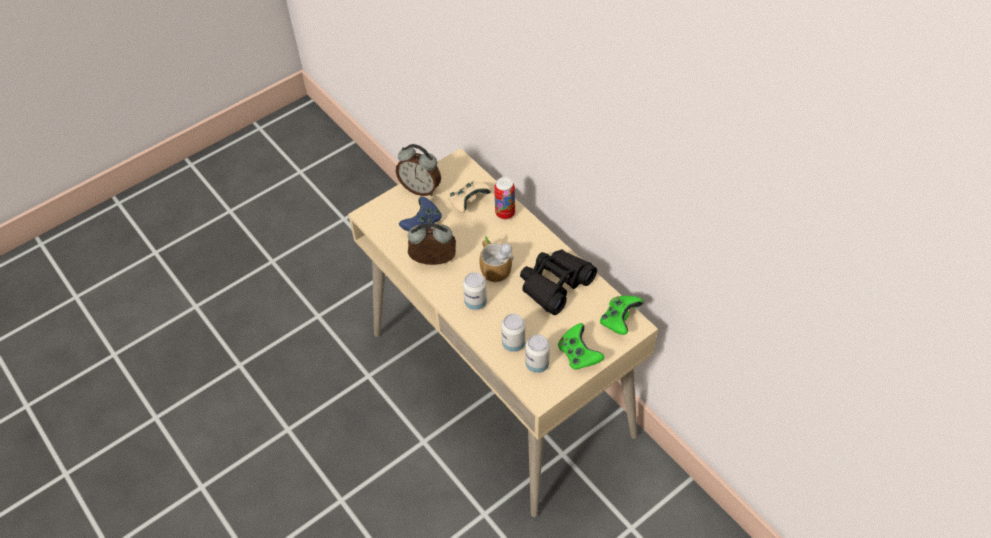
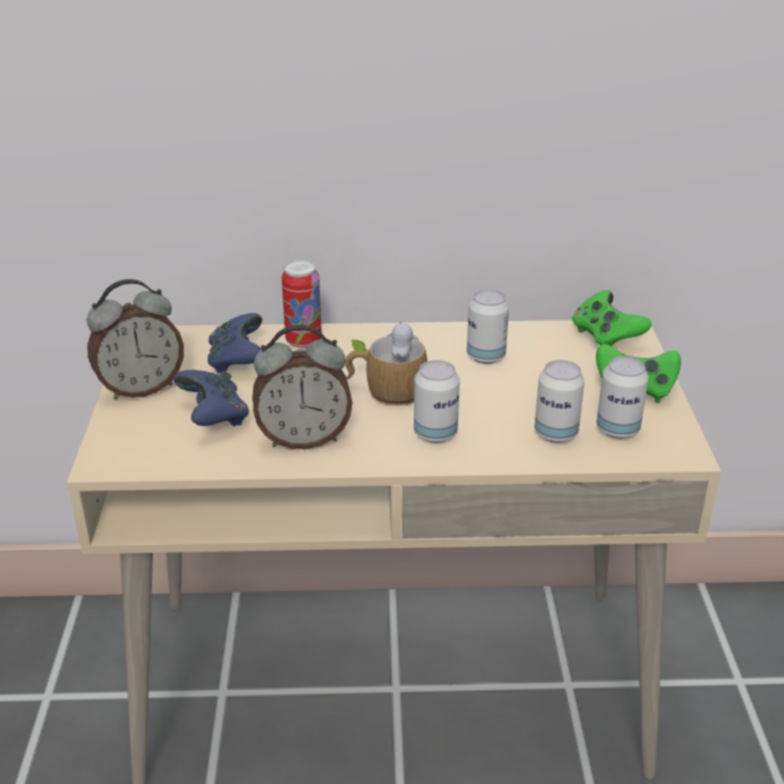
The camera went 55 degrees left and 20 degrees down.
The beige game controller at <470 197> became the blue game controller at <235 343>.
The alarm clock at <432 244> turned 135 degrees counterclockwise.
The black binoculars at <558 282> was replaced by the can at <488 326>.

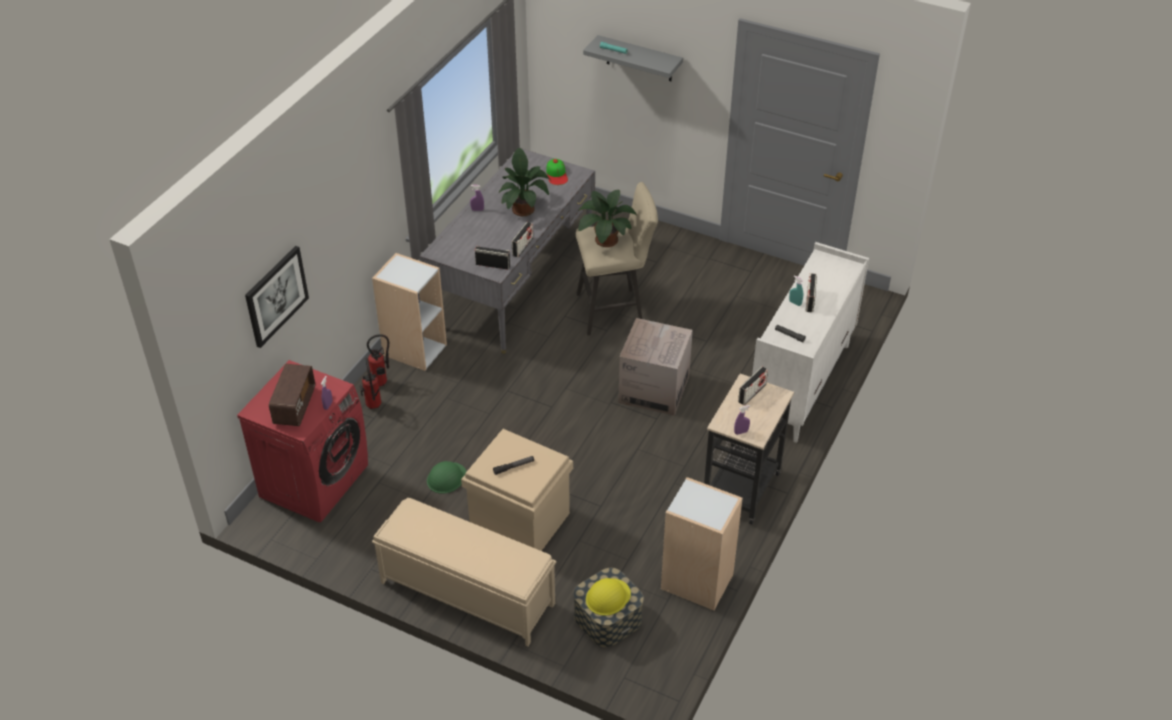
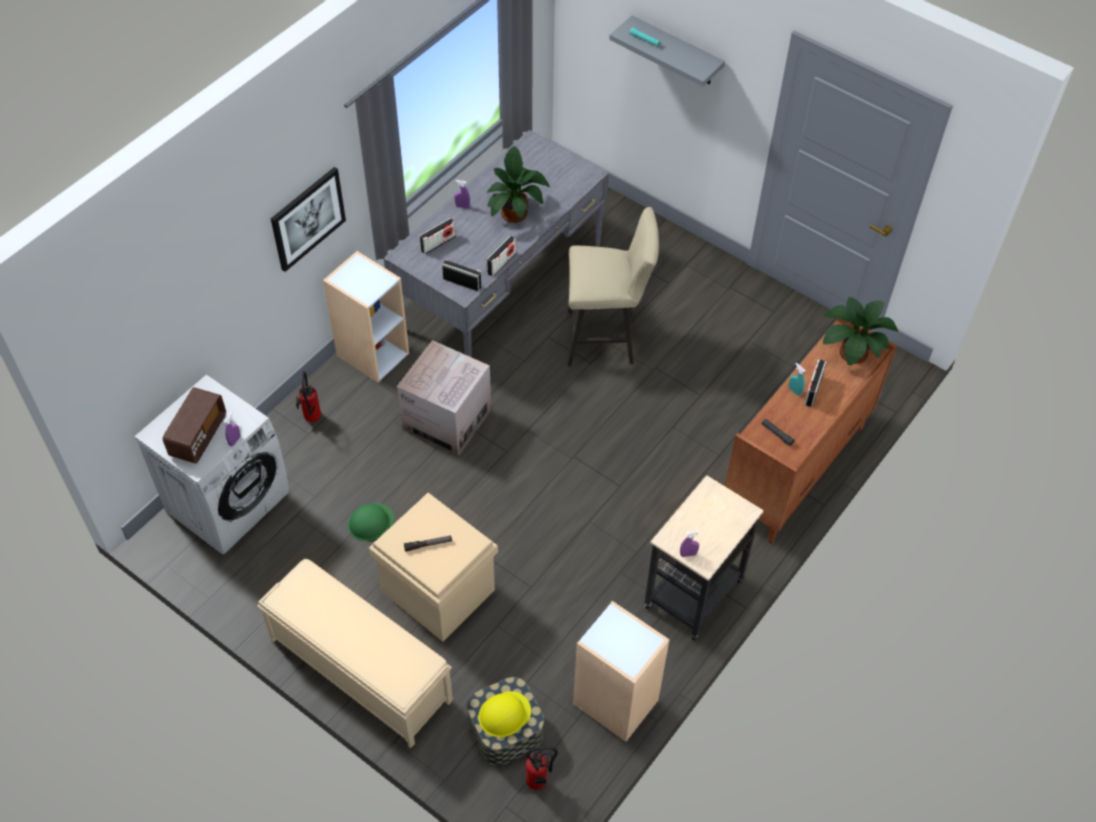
The camera went 10 degrees right and 10 degrees up.
The cap at <557 172> disappeared.
The potted plant moved from <607 218> to <860 331>.
The white cabinet at <810 342> became the brown cabinet at <811 431>.
The picture moved from <277 297> to <308 219>.
The cardboard box moved from <655 367> to <444 398>.
The fire extinguisher moved from <378 360> to <542 768>.
The red washing machine at <302 441> became the white washing machine at <212 465>.
The radio moved from <753 386> to <437 236>.

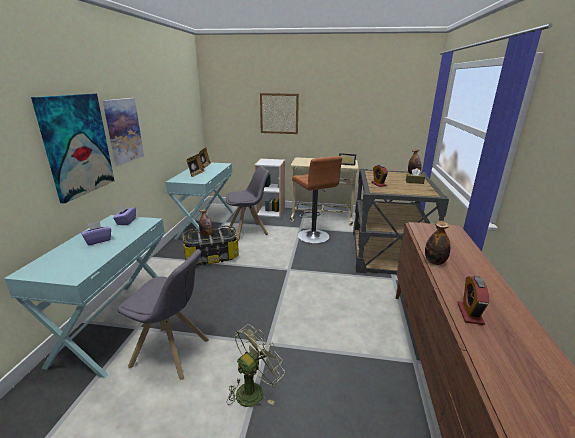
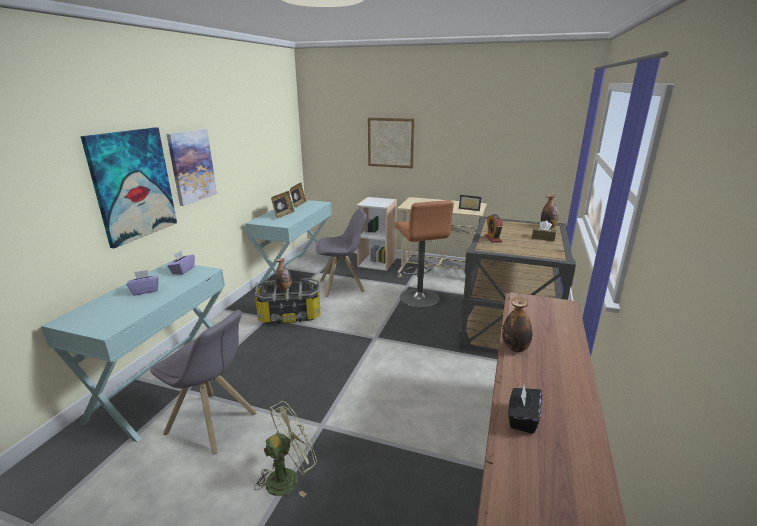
The camera went 10 degrees right and 0 degrees up.
The alarm clock at <473 300> was replaced by the black tissue box at <525 409>.

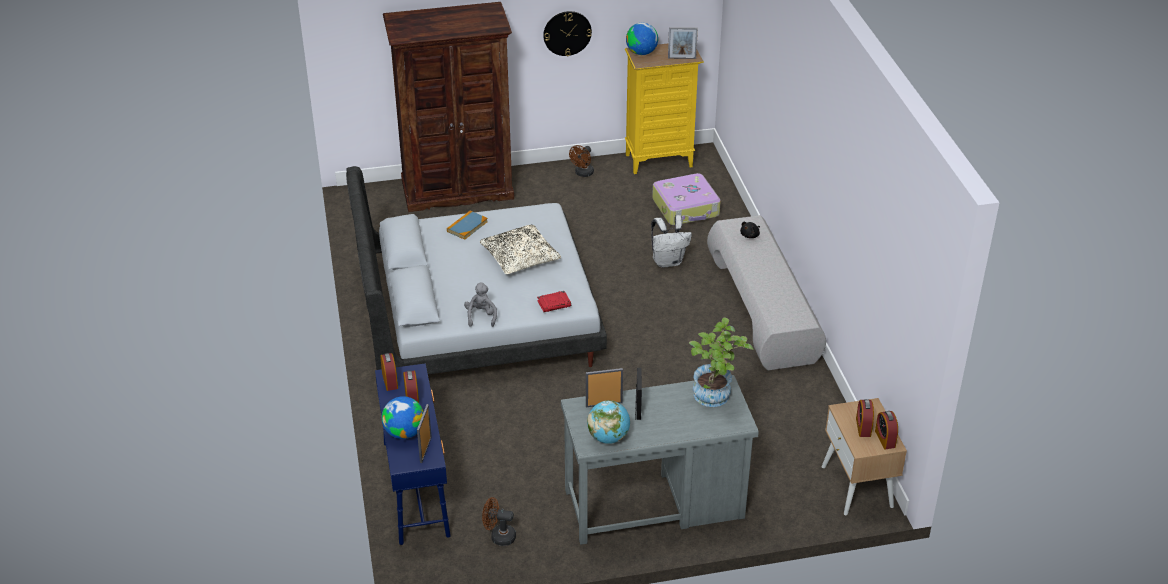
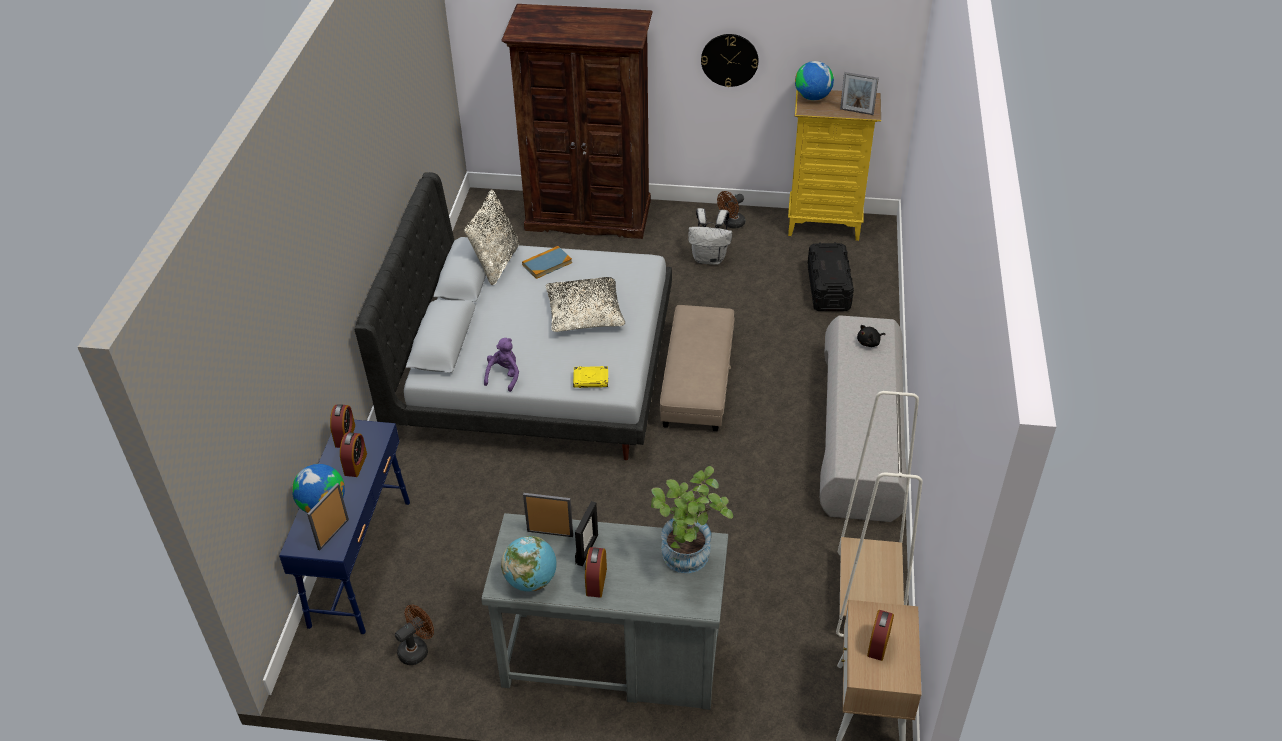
The camera went 20 degrees right and 5 degrees up.
The suitcase at <686 199> was replaced by the black storage box at <831 276>.
The white backpack moved from <671 241> to <710 236>.
The grey plush toy at <480 305> became the purple plush toy at <501 365>.
The red book at <554 301> became the yellow book at <590 377>.
The alarm clock moved from <886 430> to <596 572>.
The brown fan at <499 521> turned 105 degrees clockwise.
The beige pillow at <491 237> appeared.
The beige ottoman at <697 368> appeared.
The clothes rack at <879 514> appeared.

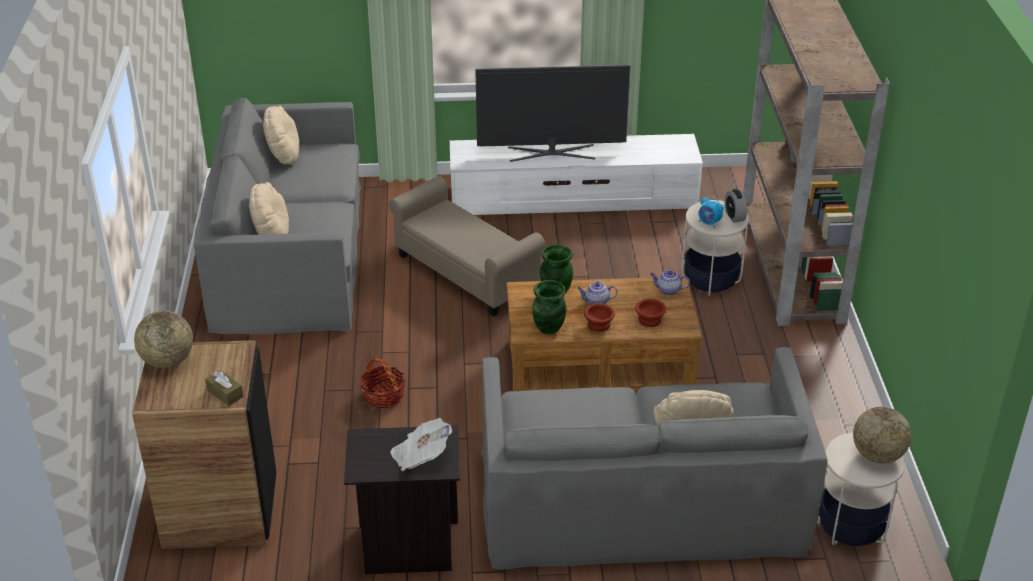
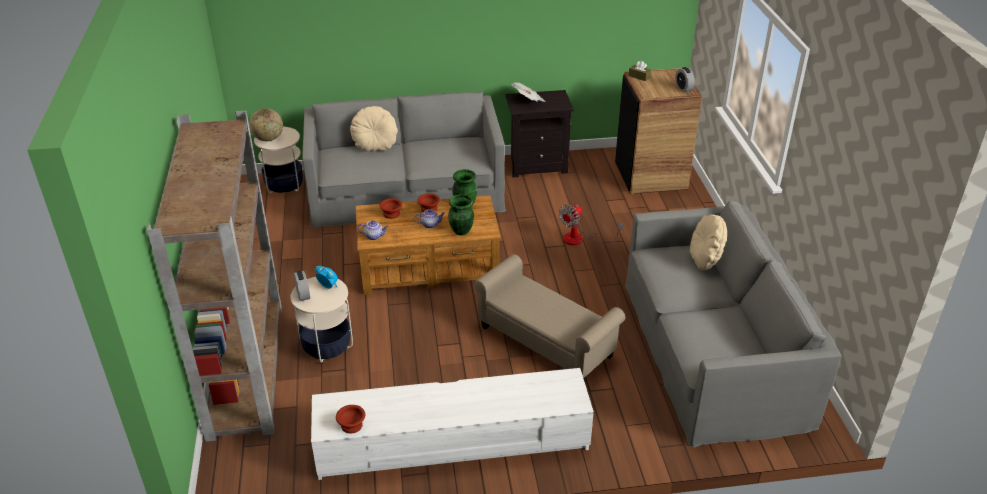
The camera went 175 degrees right and 0 degrees up.
The television at <553 113> disappeared.
The beige pillow at <281 134> disappeared.
The globe at <163 339> was replaced by the alarm clock at <685 79>.
The basket at <382 382> was replaced by the fan at <591 225>.
The brown bowl at <350 419> appeared.

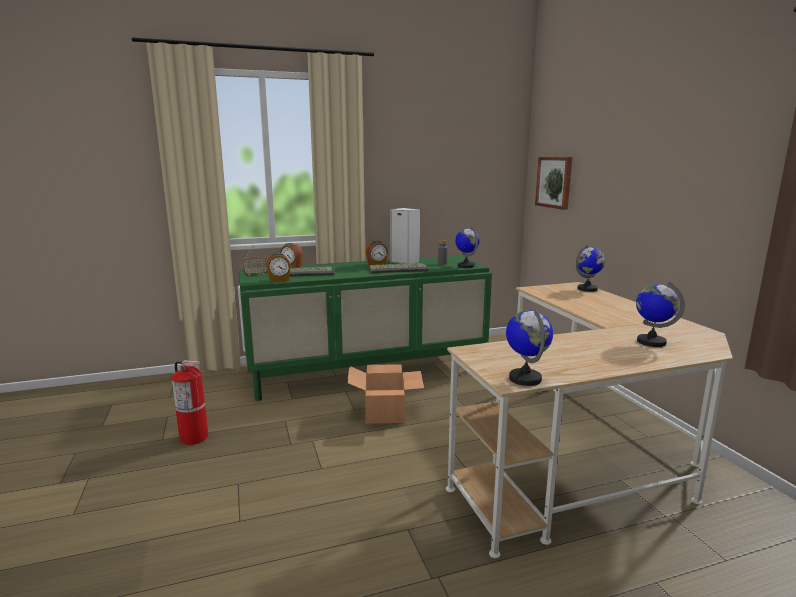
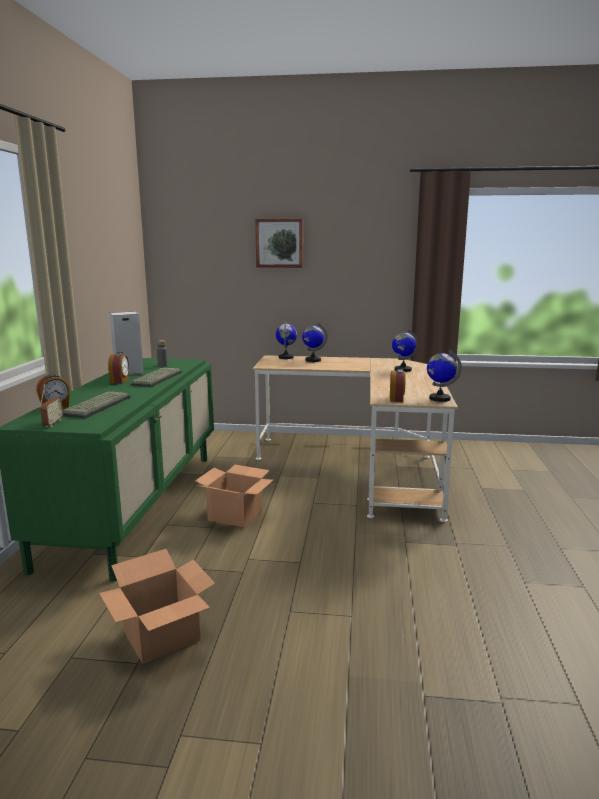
The camera went 65 degrees left and 0 degrees up.
The picture moved from <553 183> to <279 243>.
The globe moved from <467 247> to <315 342>.
The alarm clock moved from <278 267> to <398 385>.
The fire extinguisher at <190 402> was replaced by the cardboard box at <157 606>.

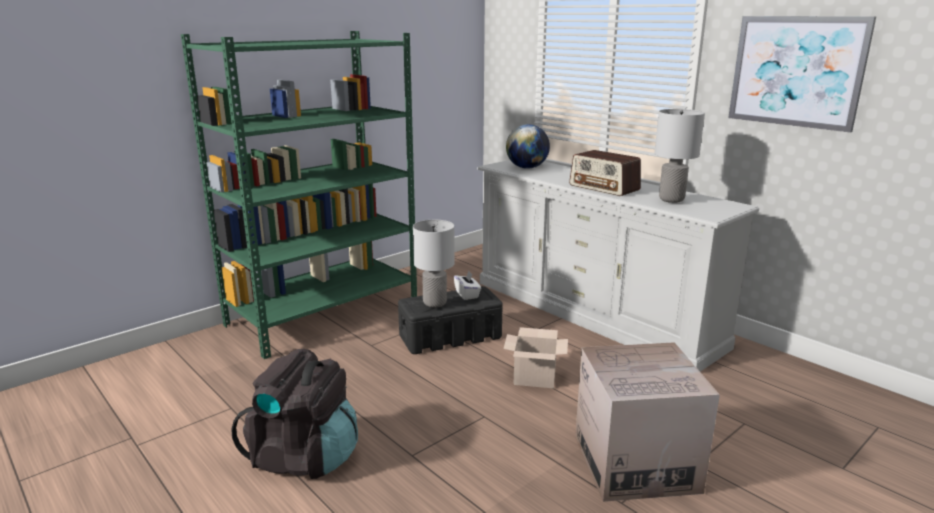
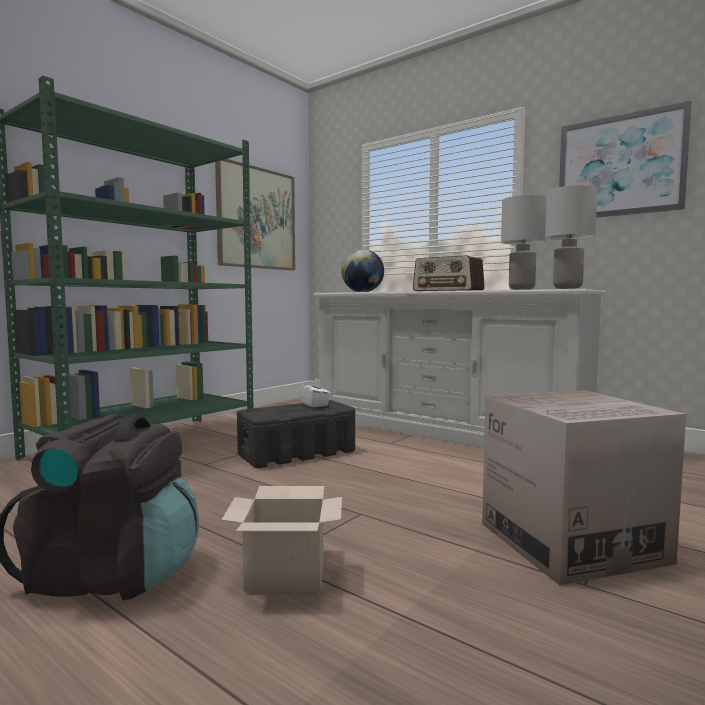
The camera went 10 degrees left and 15 degrees down.
The grey table lamp moved from <434 264> to <571 237>.
The cardboard box moved from <535 357> to <281 539>.
The picture at <255 214> appeared.

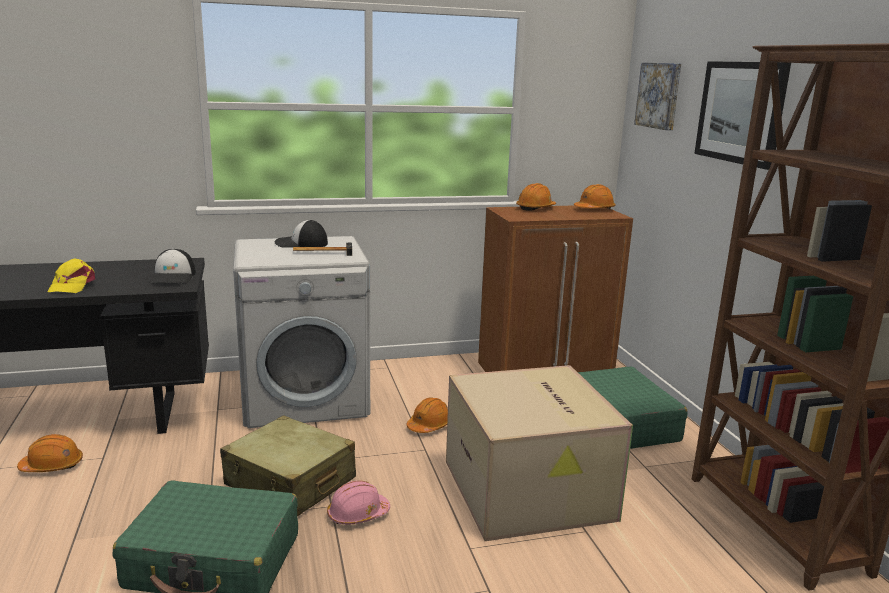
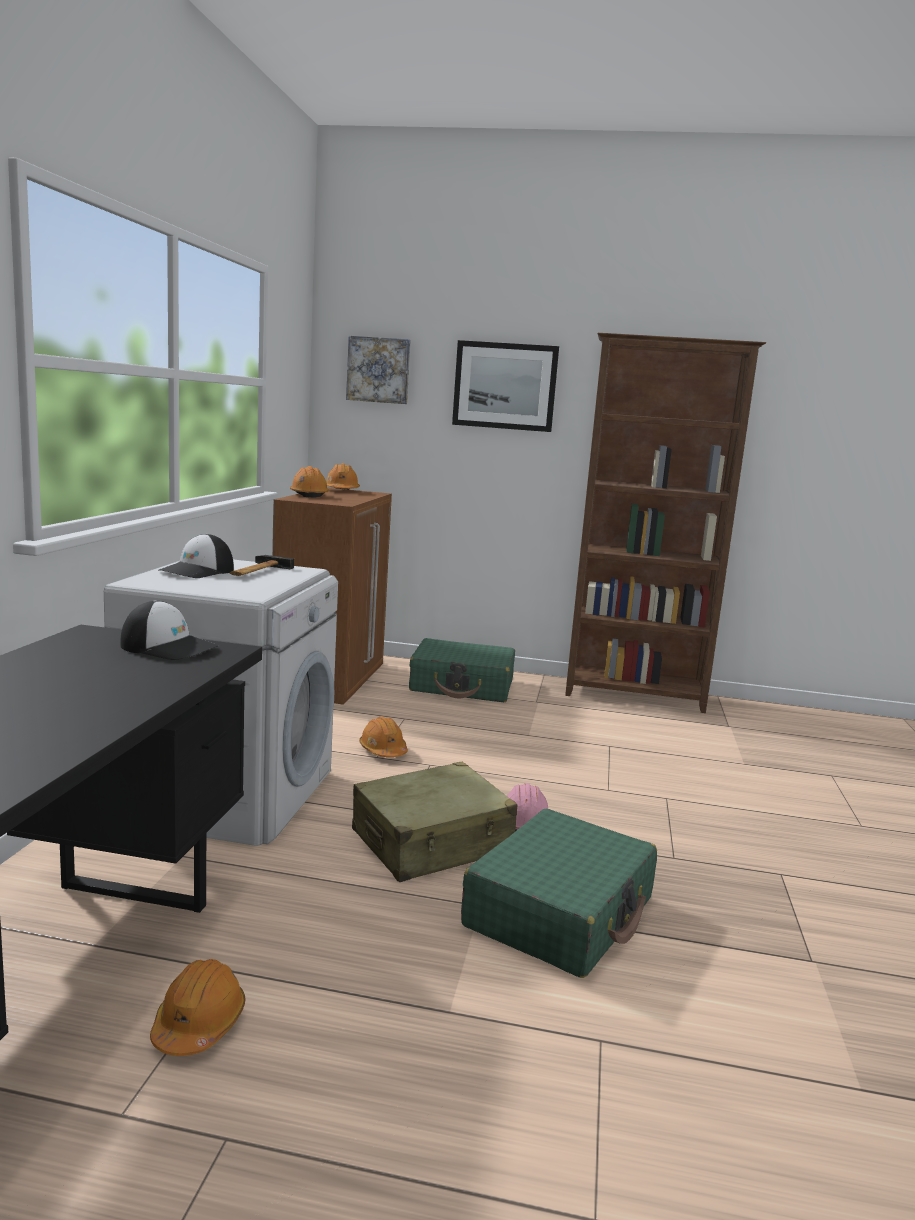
The camera went 65 degrees left and 5 degrees down.
The yellow cap at <71 275> disappeared.
The cardboard box at <539 453> disappeared.

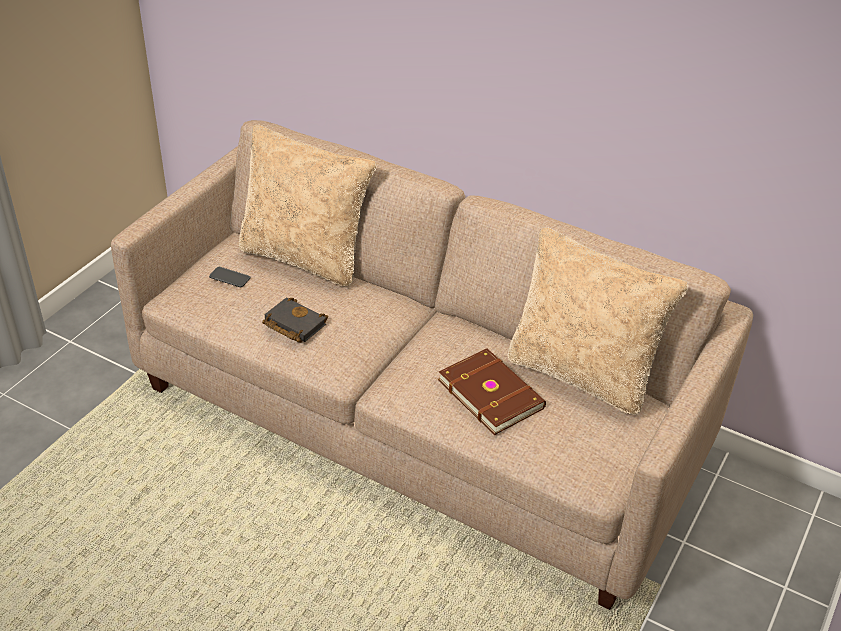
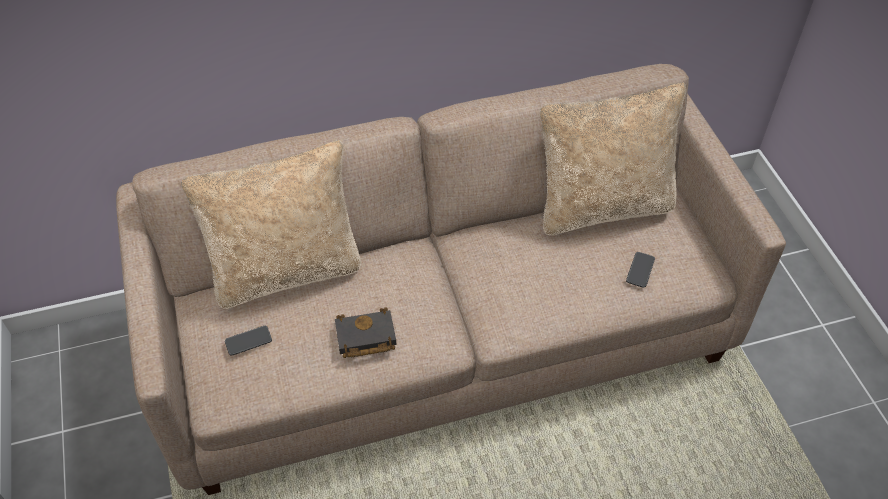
The camera went 45 degrees left and 10 degrees up.
The brown book at <492 391> disappeared.
The phone at <640 270> appeared.

